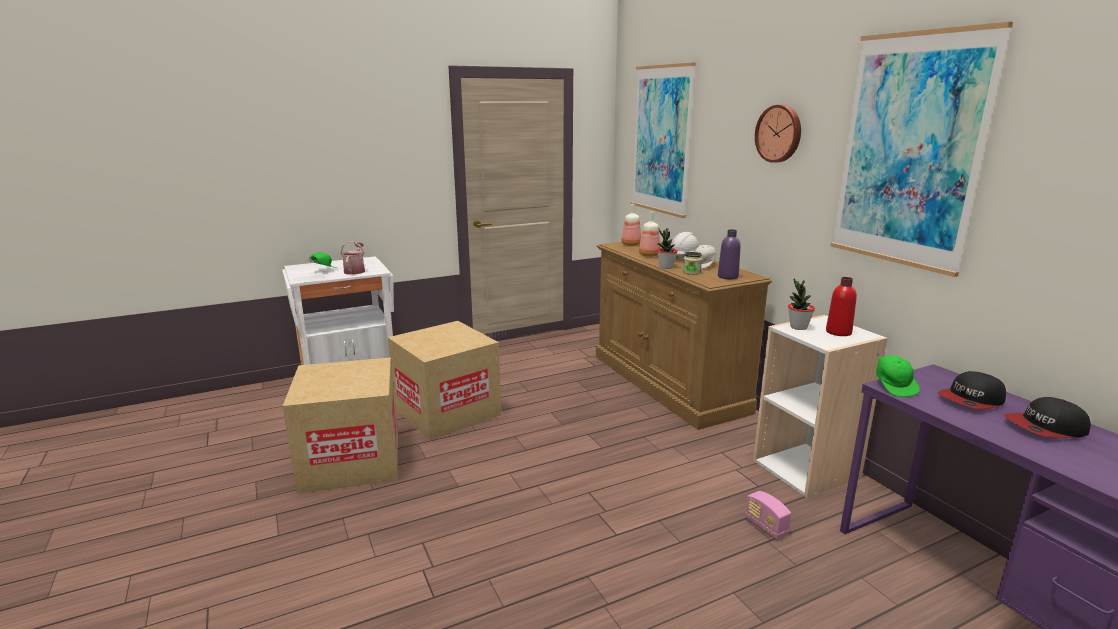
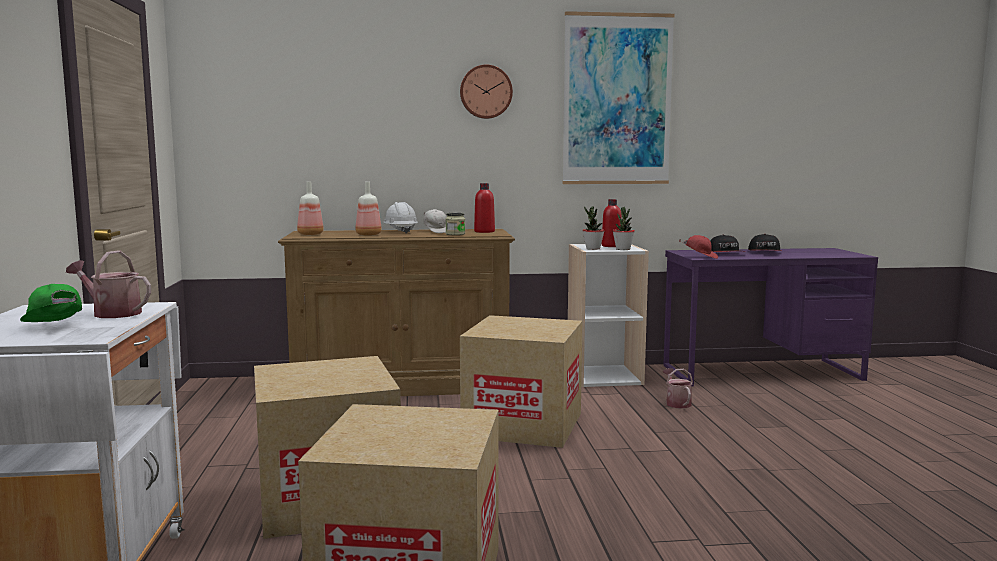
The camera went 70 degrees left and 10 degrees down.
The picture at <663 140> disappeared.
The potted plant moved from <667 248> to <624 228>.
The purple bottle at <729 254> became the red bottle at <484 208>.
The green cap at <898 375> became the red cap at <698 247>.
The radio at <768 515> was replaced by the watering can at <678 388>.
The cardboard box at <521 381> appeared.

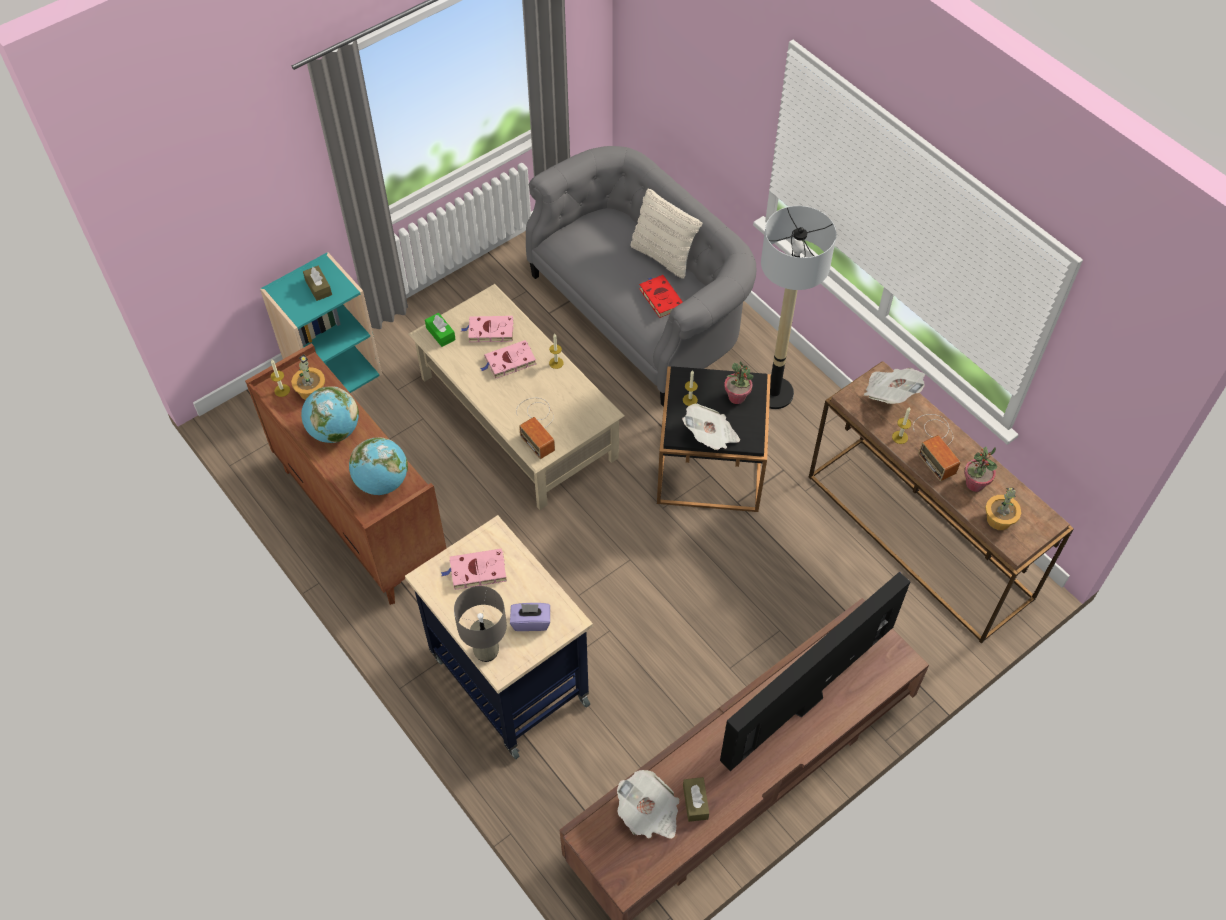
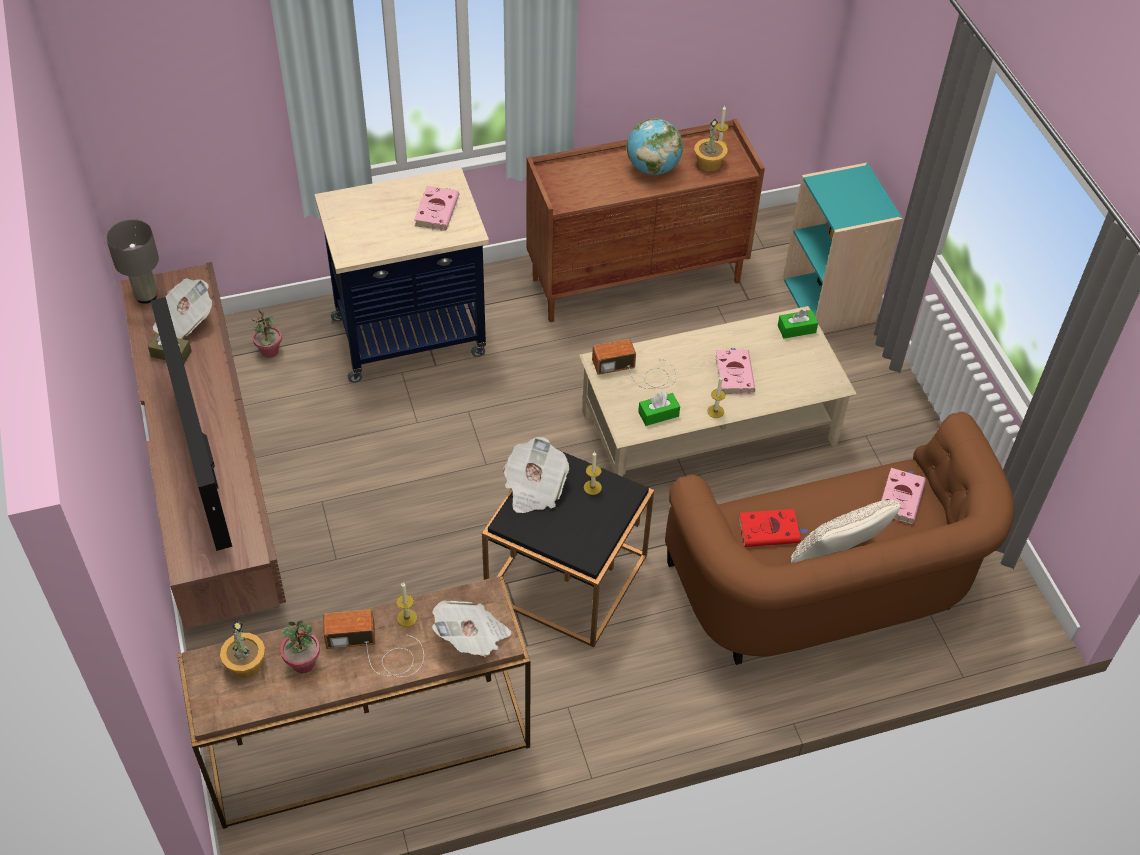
The camera went 110 degrees right and 5 degrees down.
The grey sofa at <641 276> became the brown sofa at <839 538>.
The floor lamp at <798 307> disappeared.
The brown tissue box at <317 283> disappeared.
The pink book moved from <487 329> to <903 496>.
The potted plant moved from <739 382> to <266 333>.
The globe at <378 466> disappeared.
The grey table lamp moved from <480 624> to <132 261>.
The purple tissue box at <530 617> disappeared.
The green tissue box at <659 409> appeared.

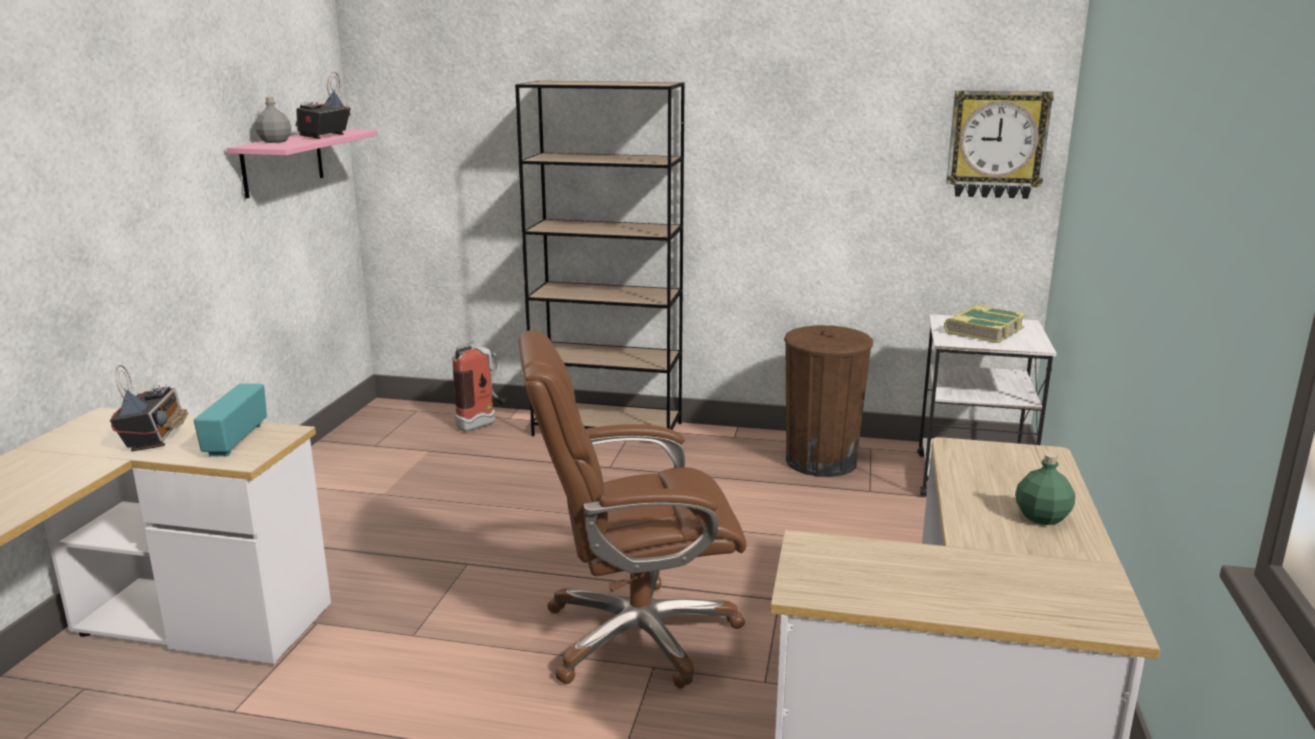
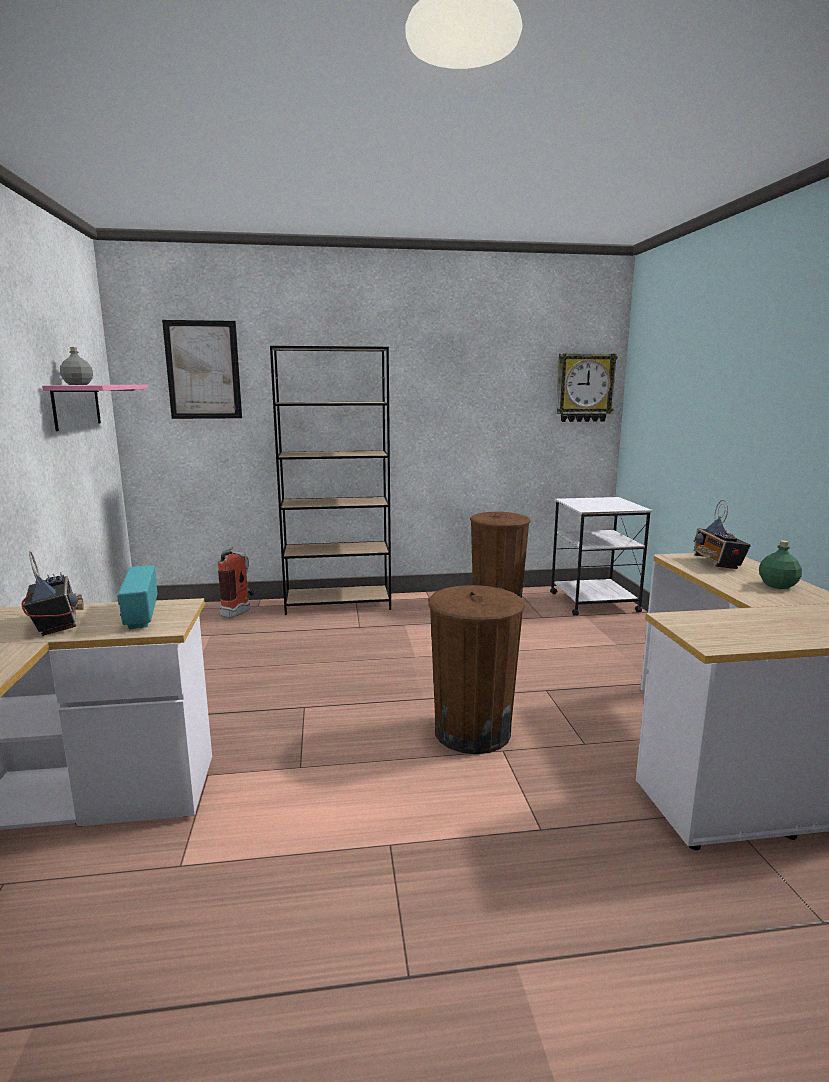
The camera went 20 degrees left and 5 degrees down.
The radio moved from <323 105> to <722 534>.
The book at <985 323> disappeared.
The brown office chair at <632 509> was replaced by the brown trash can at <476 669>.
The picture at <202 369> appeared.

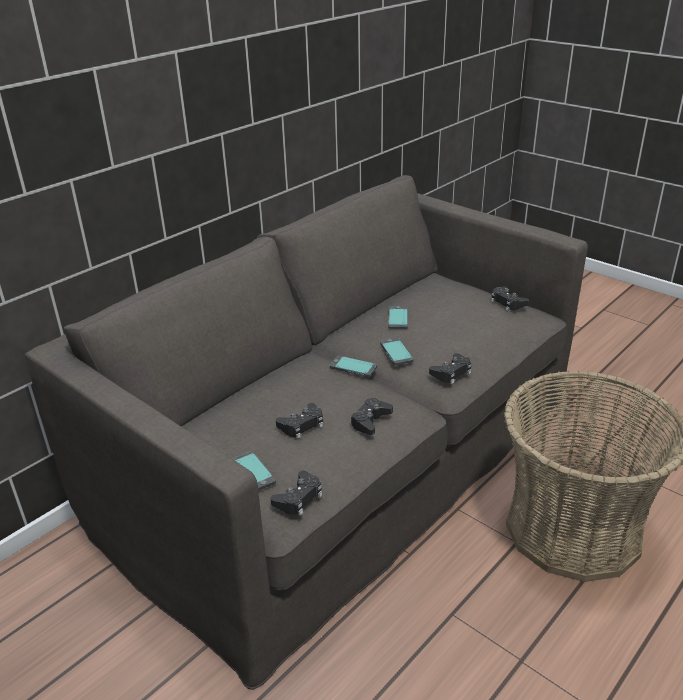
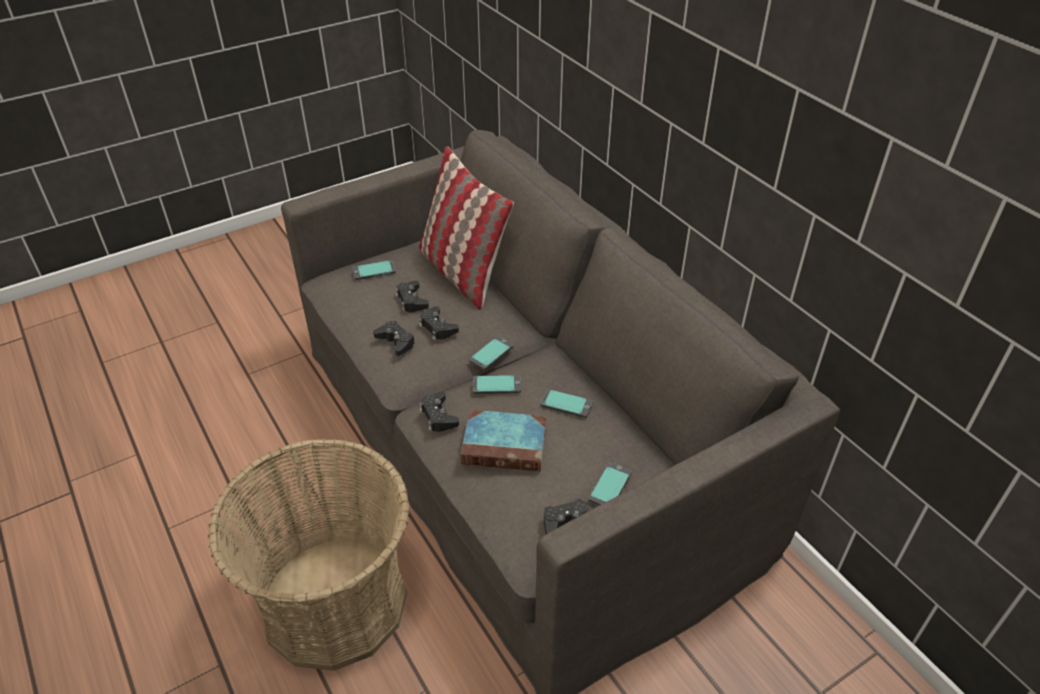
The camera went 105 degrees right and 10 degrees up.
The black game controller moved from <296 493> to <439 323>.
The pillow at <466 228> appeared.
The book at <503 440> appeared.
The phone at <610 483> appeared.

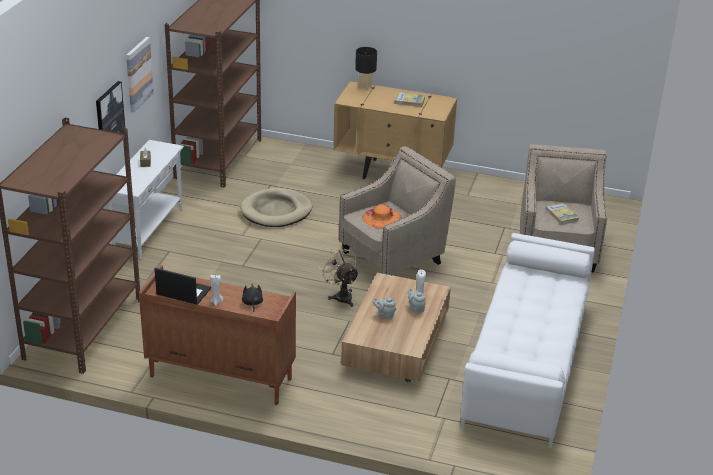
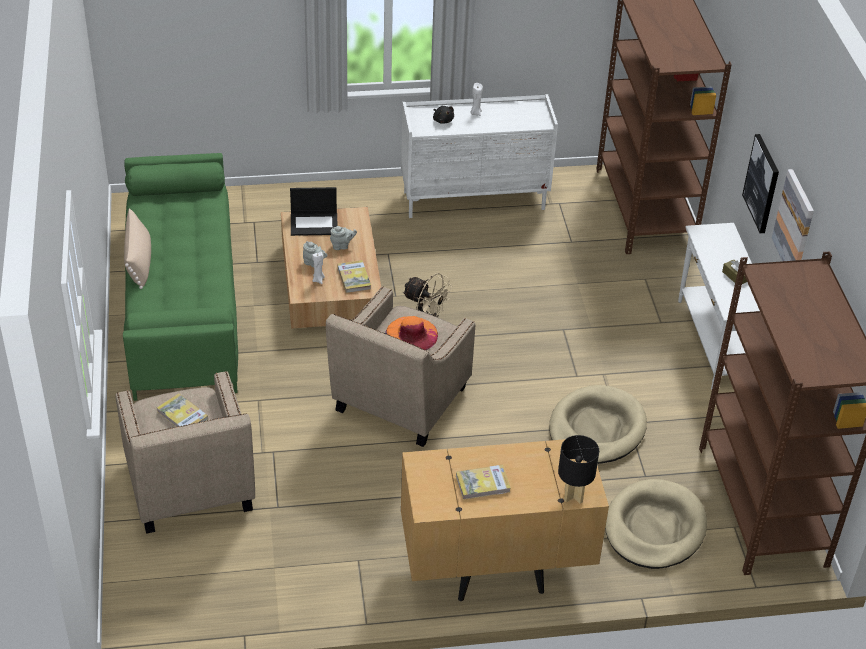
The camera went 155 degrees right and 10 degrees up.
The white sofa at <527 340> became the green sofa at <180 277>.
The brown cabinet at <217 335> became the white cabinet at <479 156>.
The laptop moved from <183 286> to <314 211>.
The beige pillow at <137 249> appeared.
The book at <354 276> appeared.
The beige dog bed at <656 524> appeared.

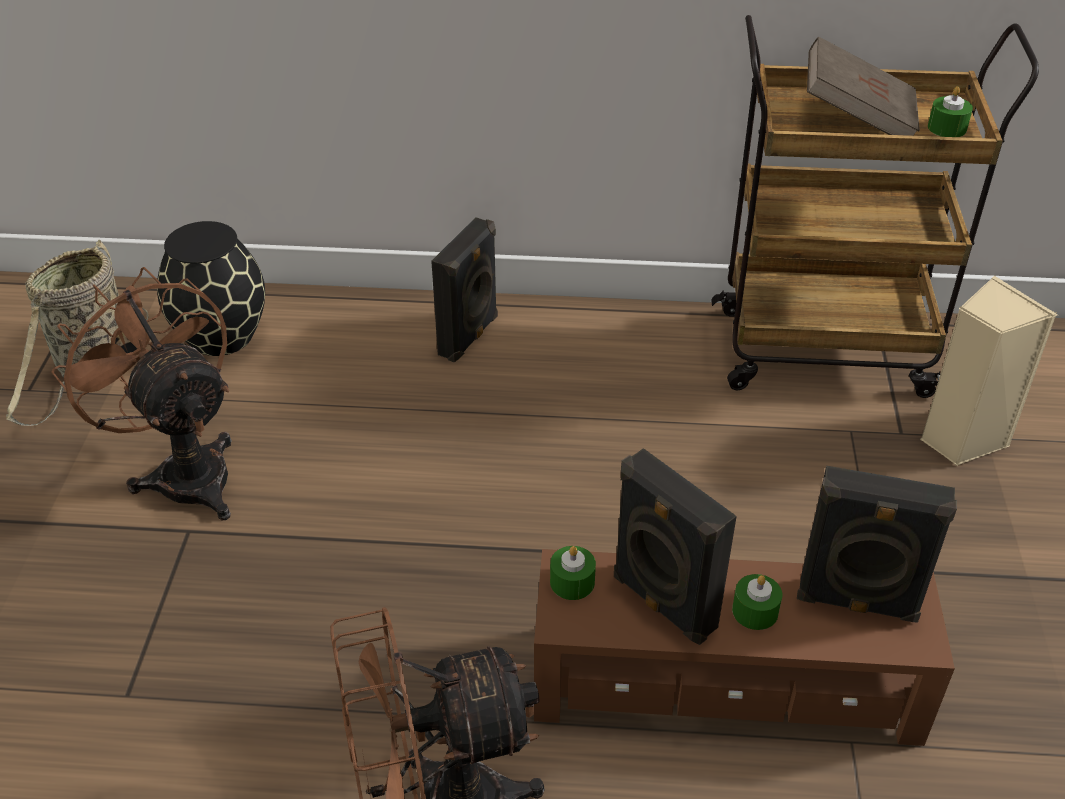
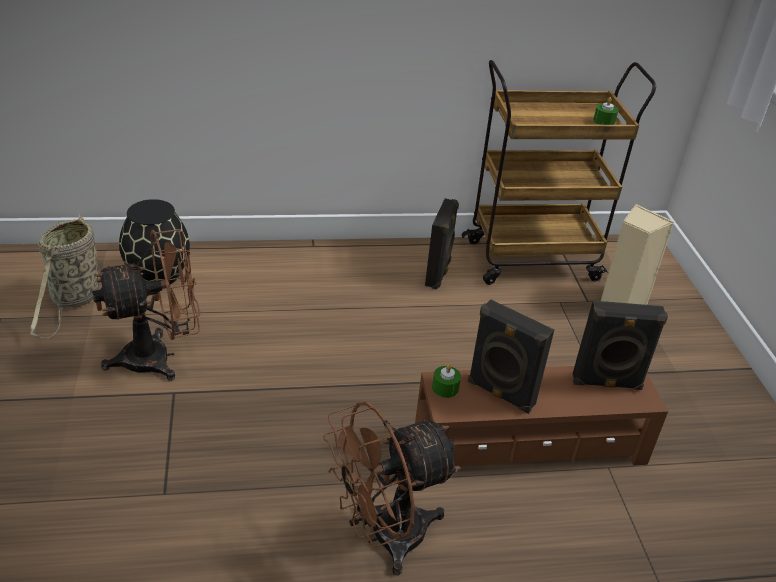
The camera went 15 degrees left and 5 degrees down.
The brown book at <863 86> disappeared.
The black speaker moved from <464 289> to <442 243>.
The brown fan at <141 393> turned 120 degrees clockwise.
The green candle at <757 602> disappeared.

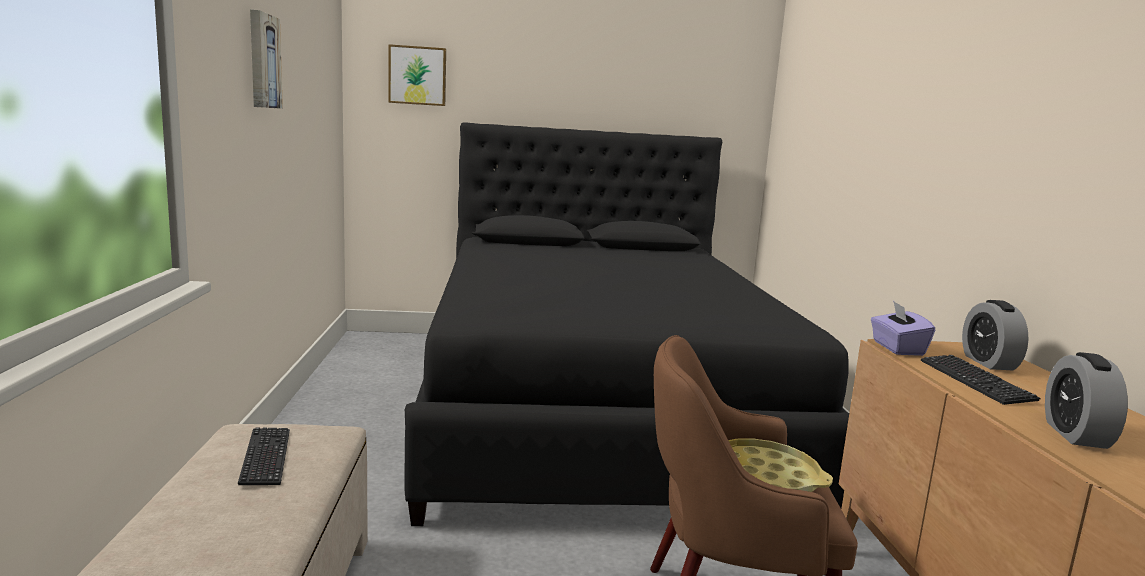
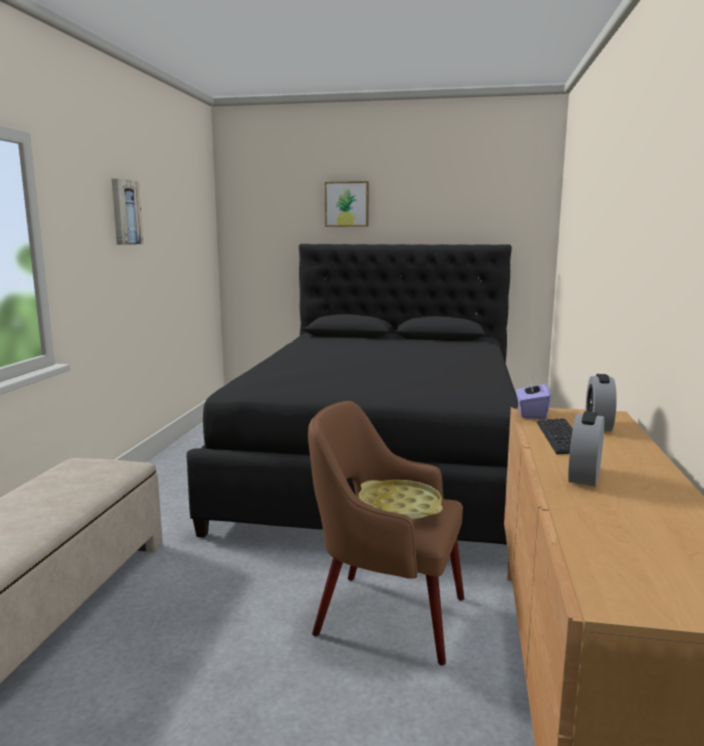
The camera went 15 degrees right and 0 degrees up.
The picture moved from <417 75> to <347 204>.
The keyboard at <264 456> disappeared.

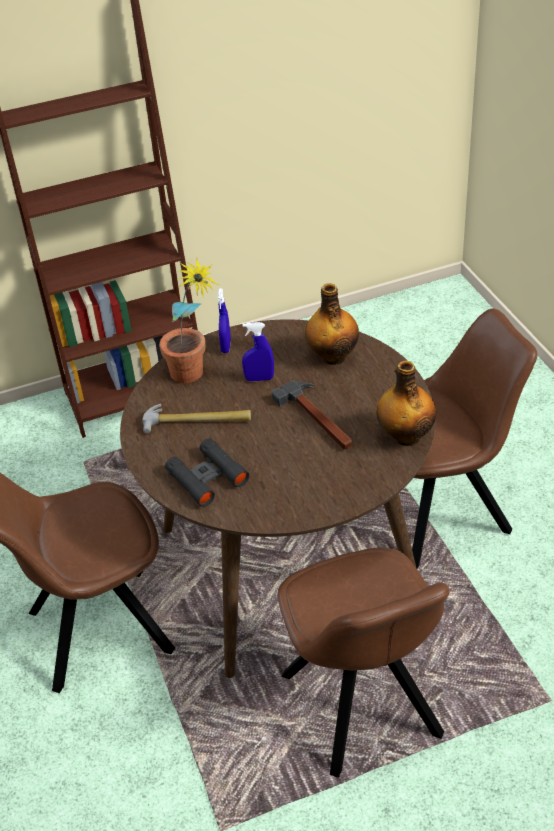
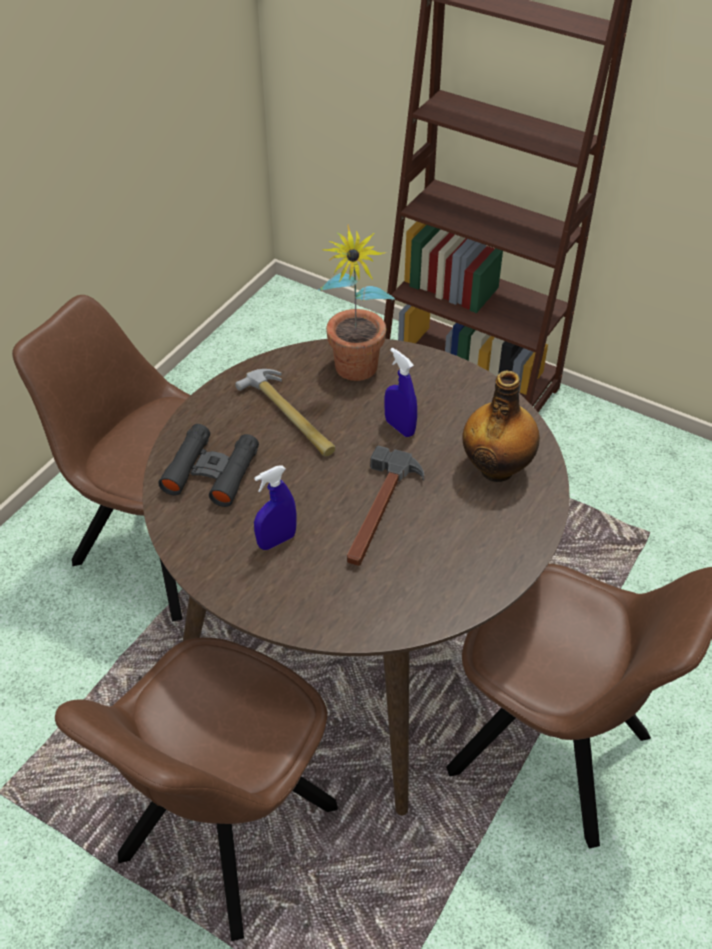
The camera went 50 degrees right and 5 degrees up.
The blue spray bottle moved from <224 320> to <275 508>.
The bottle at <406 403> disappeared.

